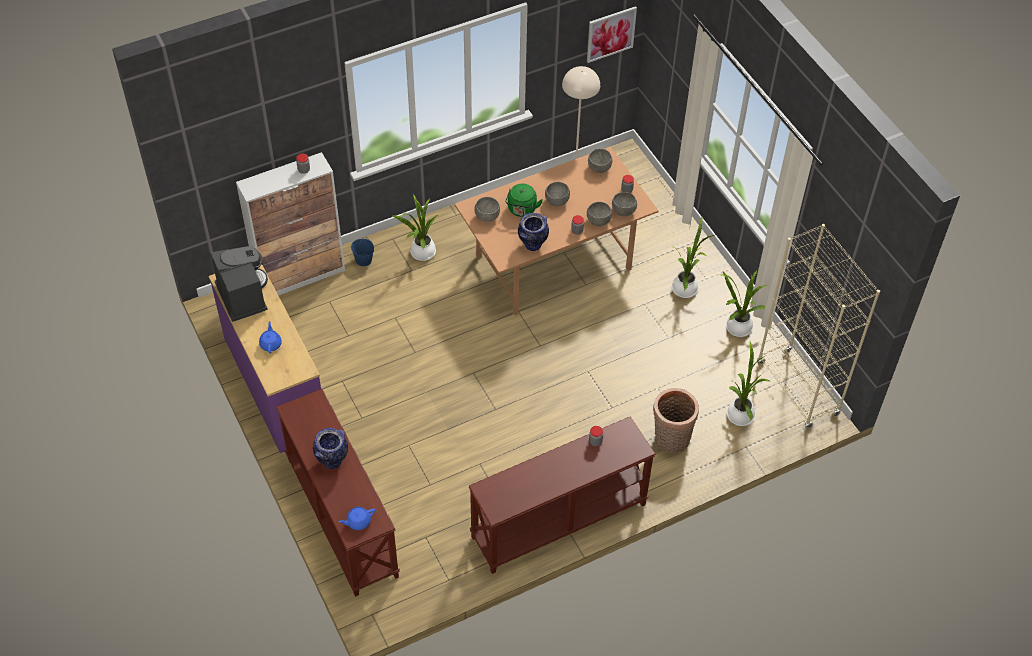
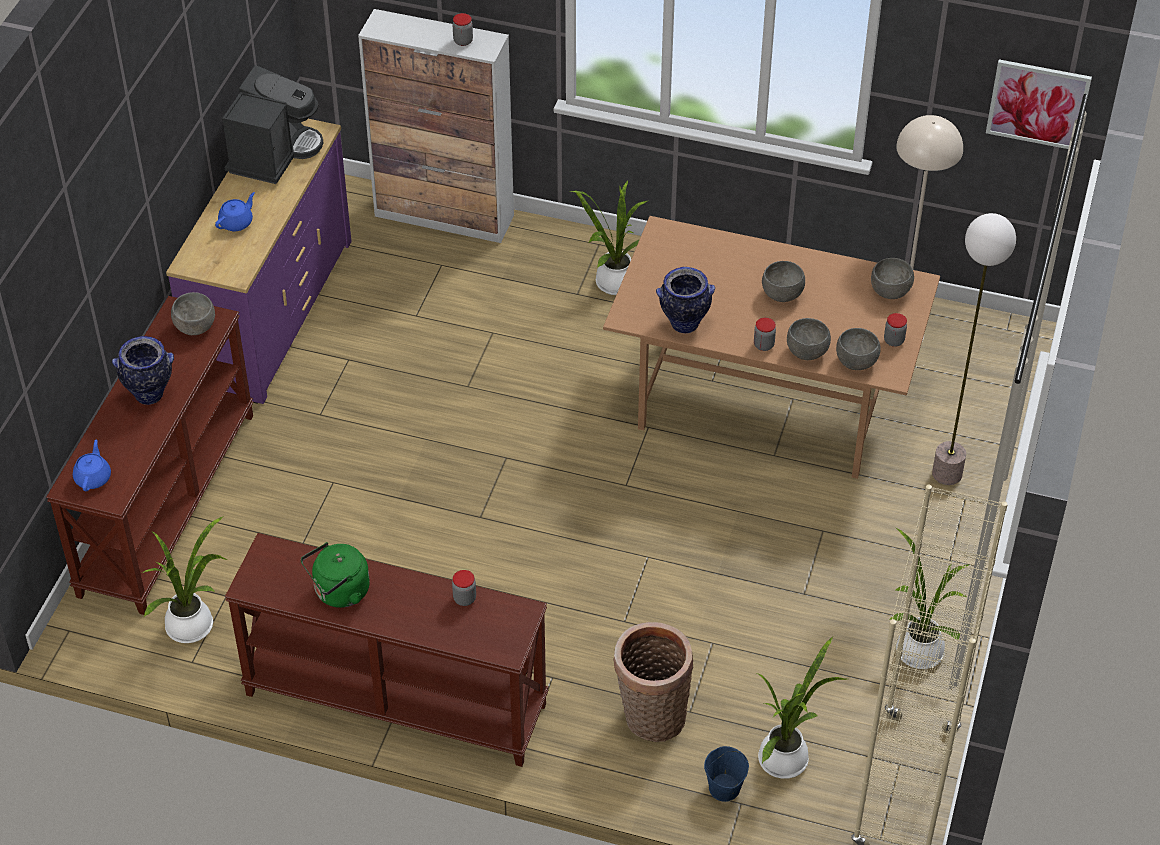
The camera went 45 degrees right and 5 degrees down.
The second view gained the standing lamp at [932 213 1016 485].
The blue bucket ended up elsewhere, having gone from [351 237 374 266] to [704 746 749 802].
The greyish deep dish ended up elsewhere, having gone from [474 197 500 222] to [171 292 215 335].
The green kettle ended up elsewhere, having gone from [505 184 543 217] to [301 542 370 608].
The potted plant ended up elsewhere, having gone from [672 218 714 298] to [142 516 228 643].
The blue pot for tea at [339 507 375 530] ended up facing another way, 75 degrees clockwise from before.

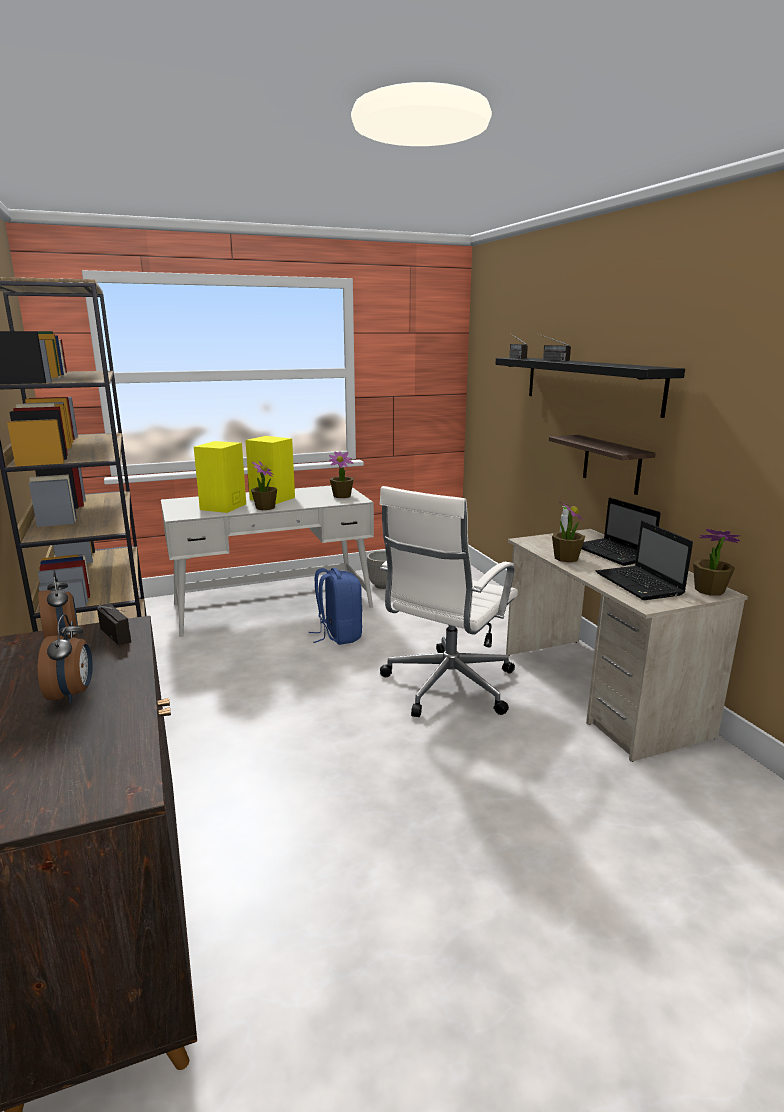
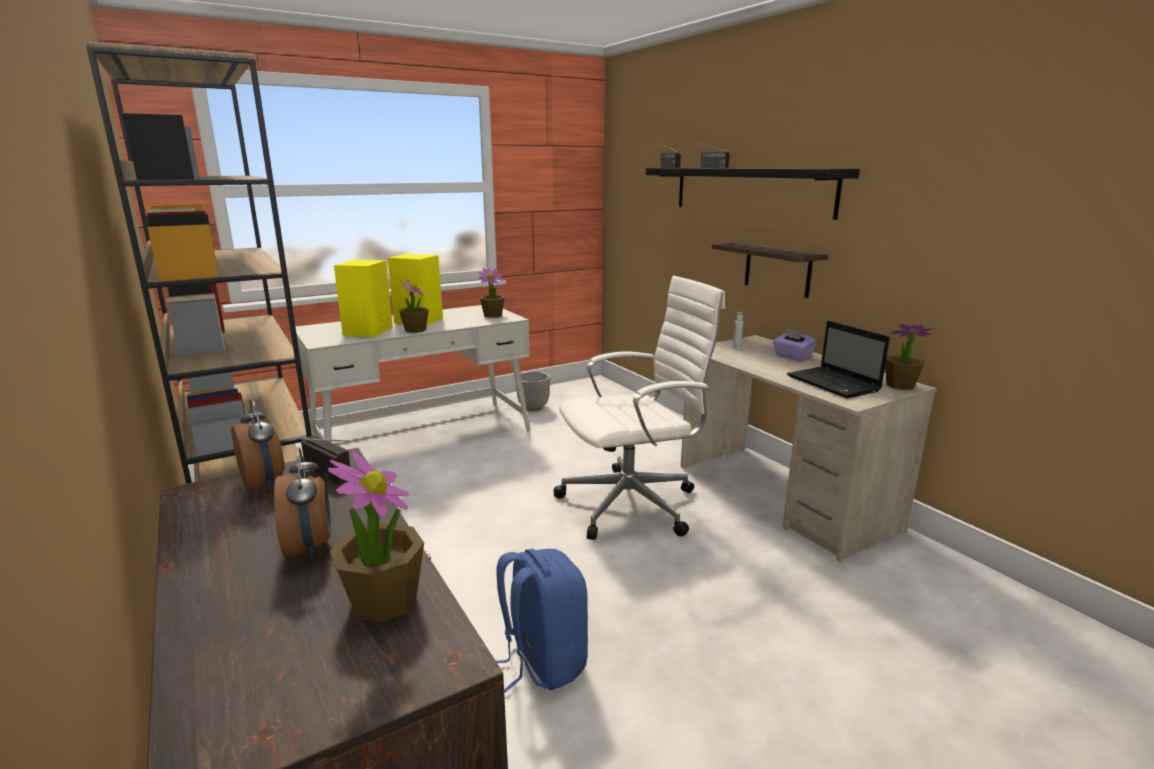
The camera went 10 degrees left and 0 degrees up.
The blue rucksack ended up elsewhere, having gone from [309 568 363 645] to [496 549 588 693].
The potted plant ended up elsewhere, having gone from [552 500 585 563] to [328 450 424 622].
Where the notebook computer stood at [582 498 661 566], the purple-coloured box of tissues came to stand at [773 328 817 361].
The white-coloured office chair at [379 486 518 717] ended up facing another way, 135 degrees counterclockwise from before.

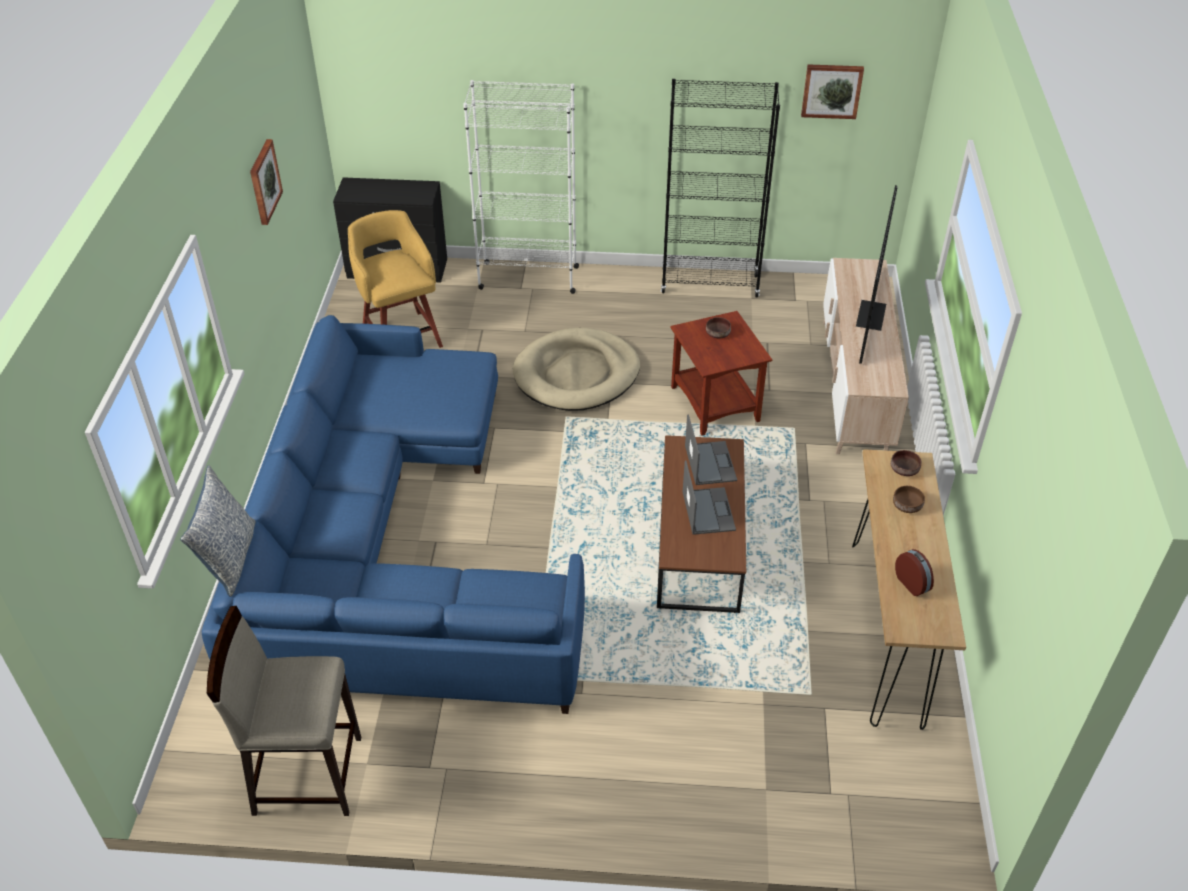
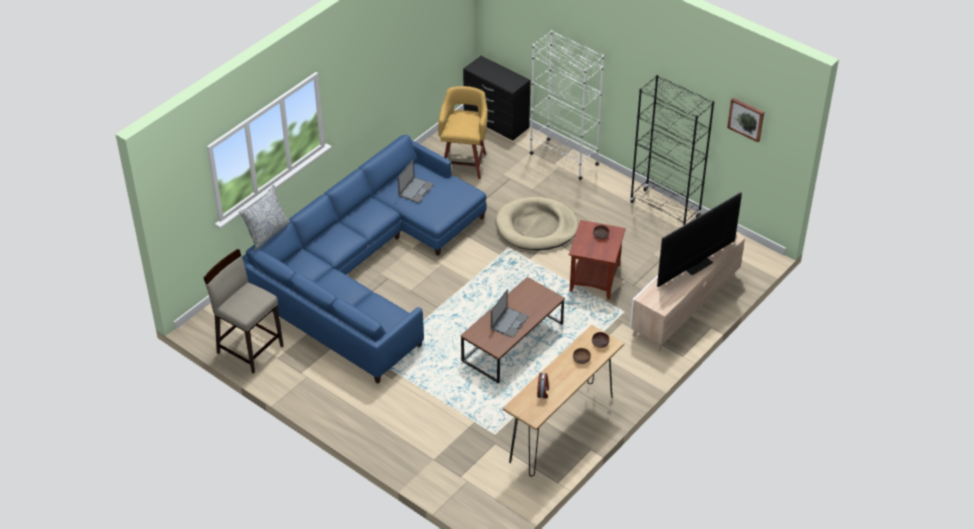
The camera went 35 degrees right and 0 degrees up.
The second view lost the picture at [250 139 283 225].
The notebook computer ended up elsewhere, having gone from [685 414 737 485] to [398 159 434 203].

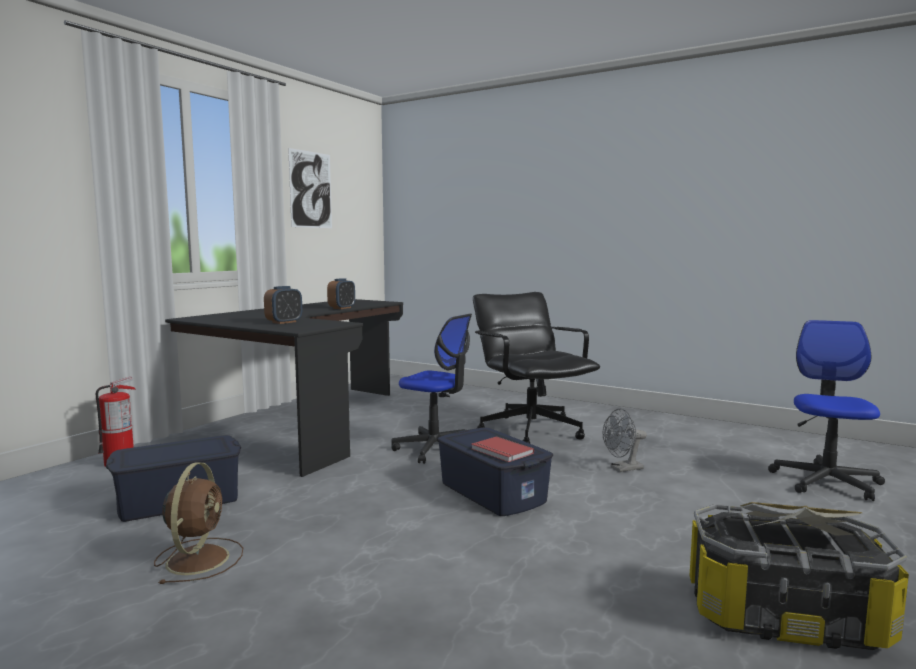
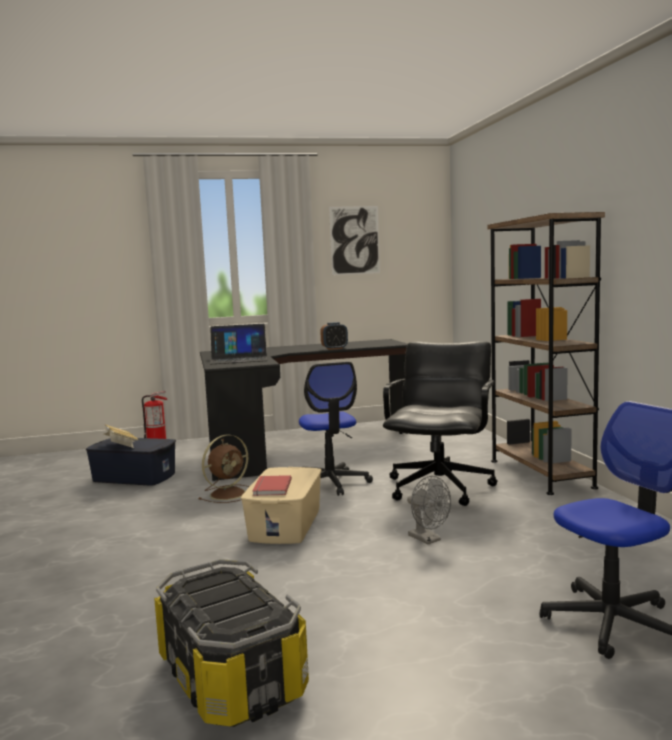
The camera went 45 degrees right and 0 degrees up.
The second view gained the brownish shelving unit at [488 212 605 495].
The brownish cooling fan ended up elsewhere, having gone from [154 462 243 584] to [198 435 250 503].
The bound book ended up elsewhere, having gone from [740 502 862 536] to [104 425 139 448].
Where the table clock stood at [264 286 302 324], the notebook computer came to stand at [209 324 267 364].
What was the blue storage container at [437 428 553 516] turned into the sand-coloured storage container at [241 467 322 544].
The greyish cooling fan at [603 409 647 472] ended up facing another way, 150 degrees counterclockwise from before.

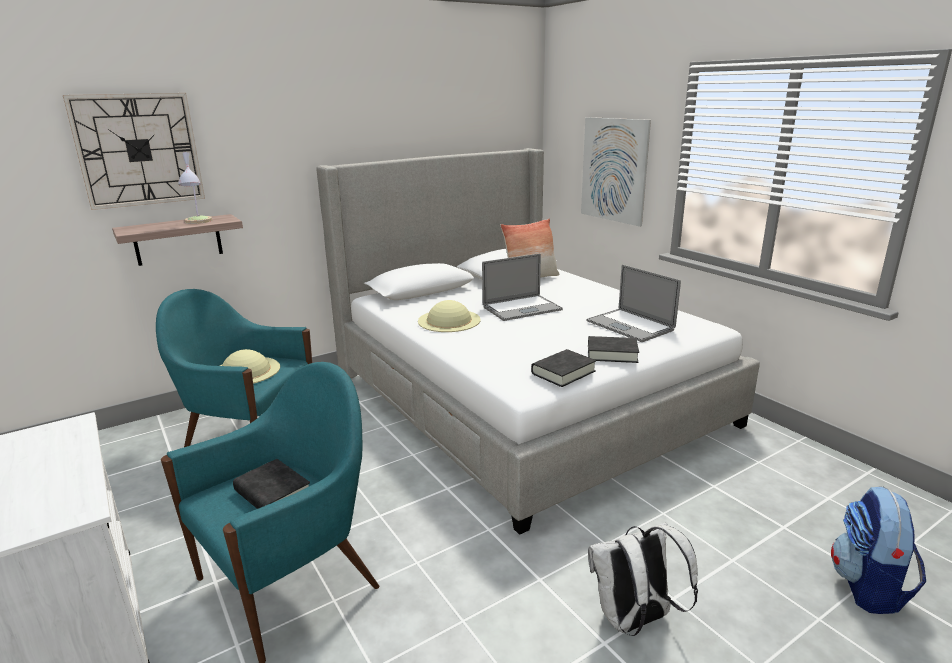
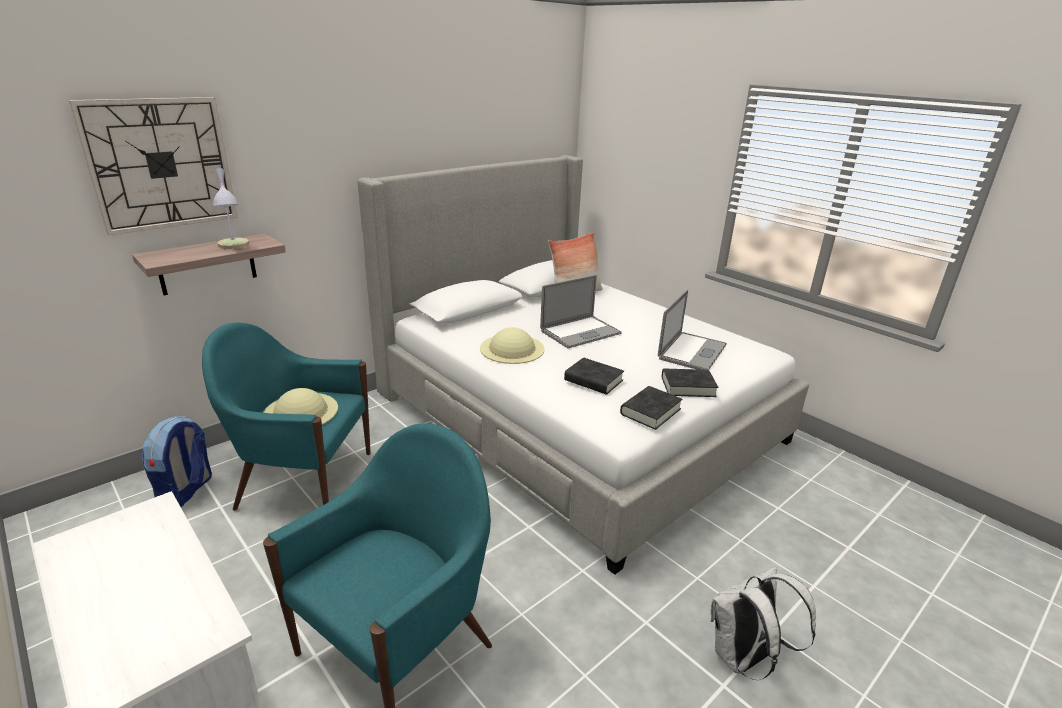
The camera went 10 degrees left and 5 degrees up.
The second view lost the picture at [581 117 651 227].
The blackish bound book ended up elsewhere, having gone from [233 459 310 509] to [564 357 624 395].
The rucksack ended up elsewhere, having gone from [831 487 926 614] to [141 416 212 507].
The notebook computer at [586 265 681 342] ended up facing another way, 105 degrees counterclockwise from before.

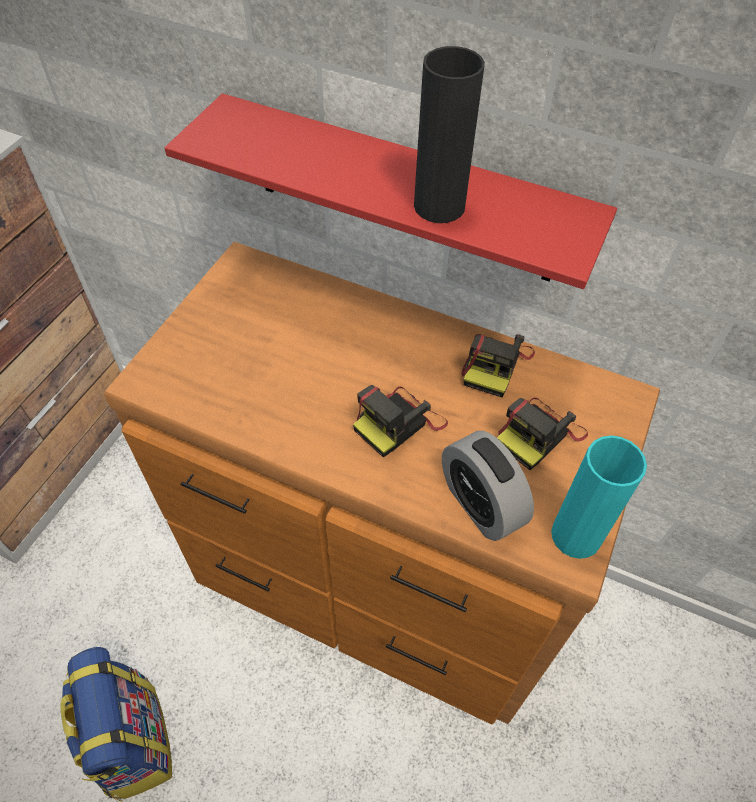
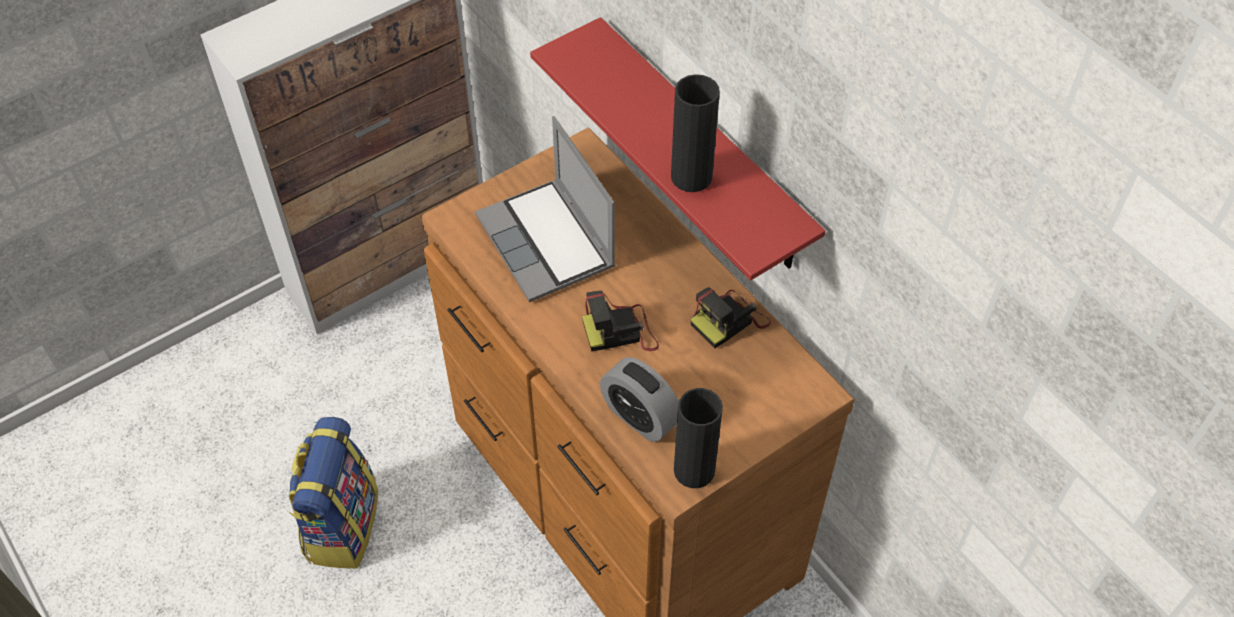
The camera went 30 degrees right and 0 degrees up.
The second view lost the still camera at [497 398 588 470].
The second view gained the notebook computer at [475 116 615 302].
What was the turquoise-coloured vase at [551 435 647 559] turned into the blackish vase at [674 388 723 488].
The table clock at [442 431 534 541] ended up facing another way, 45 degrees counterclockwise from before.

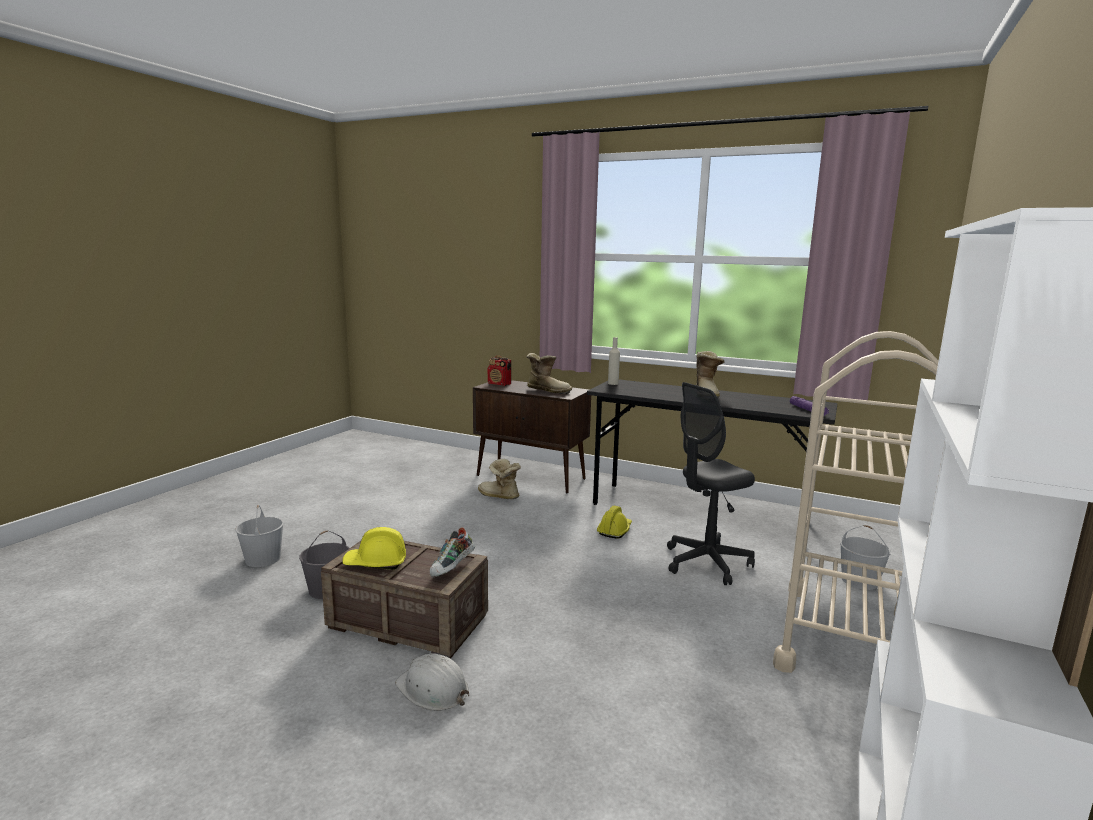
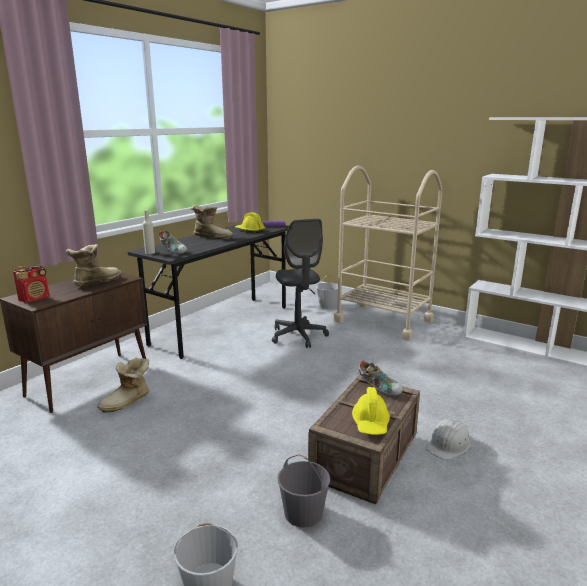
The camera went 80 degrees left and 5 degrees up.
The second view gained the item of footwear at [159 231 187 254].
The yellowish hard hat ended up elsewhere, having gone from [597 506 632 539] to [235 212 265 234].

